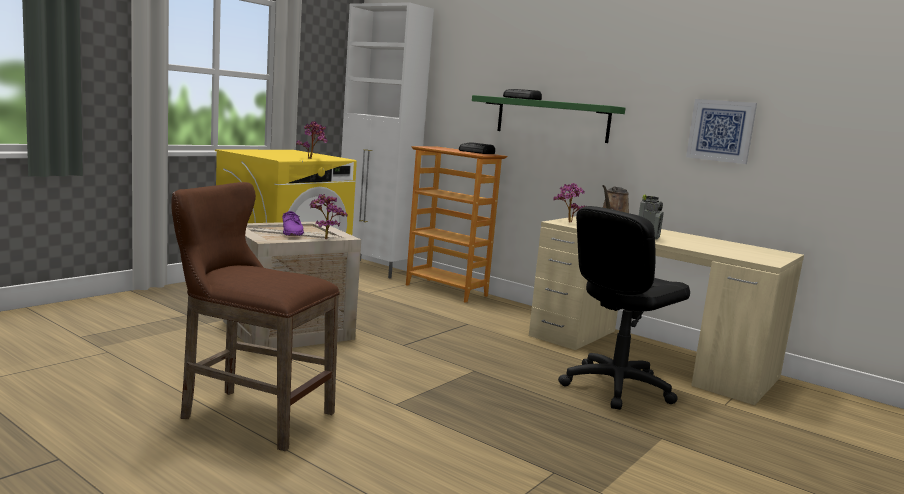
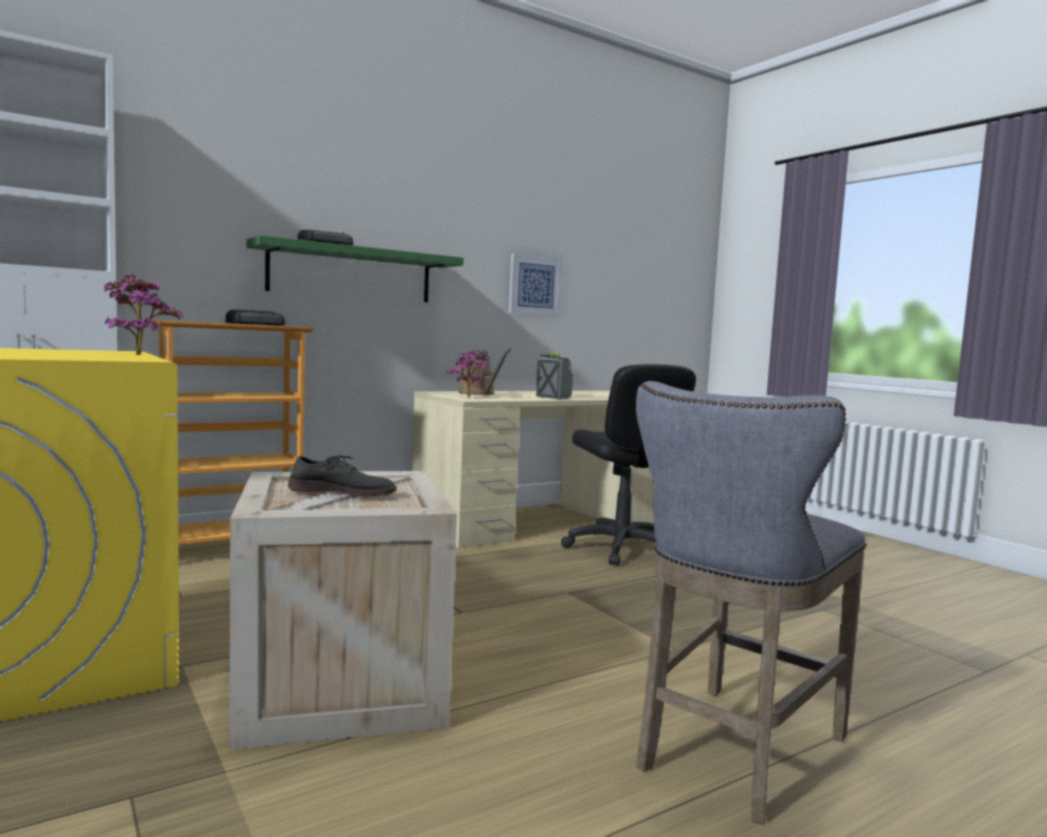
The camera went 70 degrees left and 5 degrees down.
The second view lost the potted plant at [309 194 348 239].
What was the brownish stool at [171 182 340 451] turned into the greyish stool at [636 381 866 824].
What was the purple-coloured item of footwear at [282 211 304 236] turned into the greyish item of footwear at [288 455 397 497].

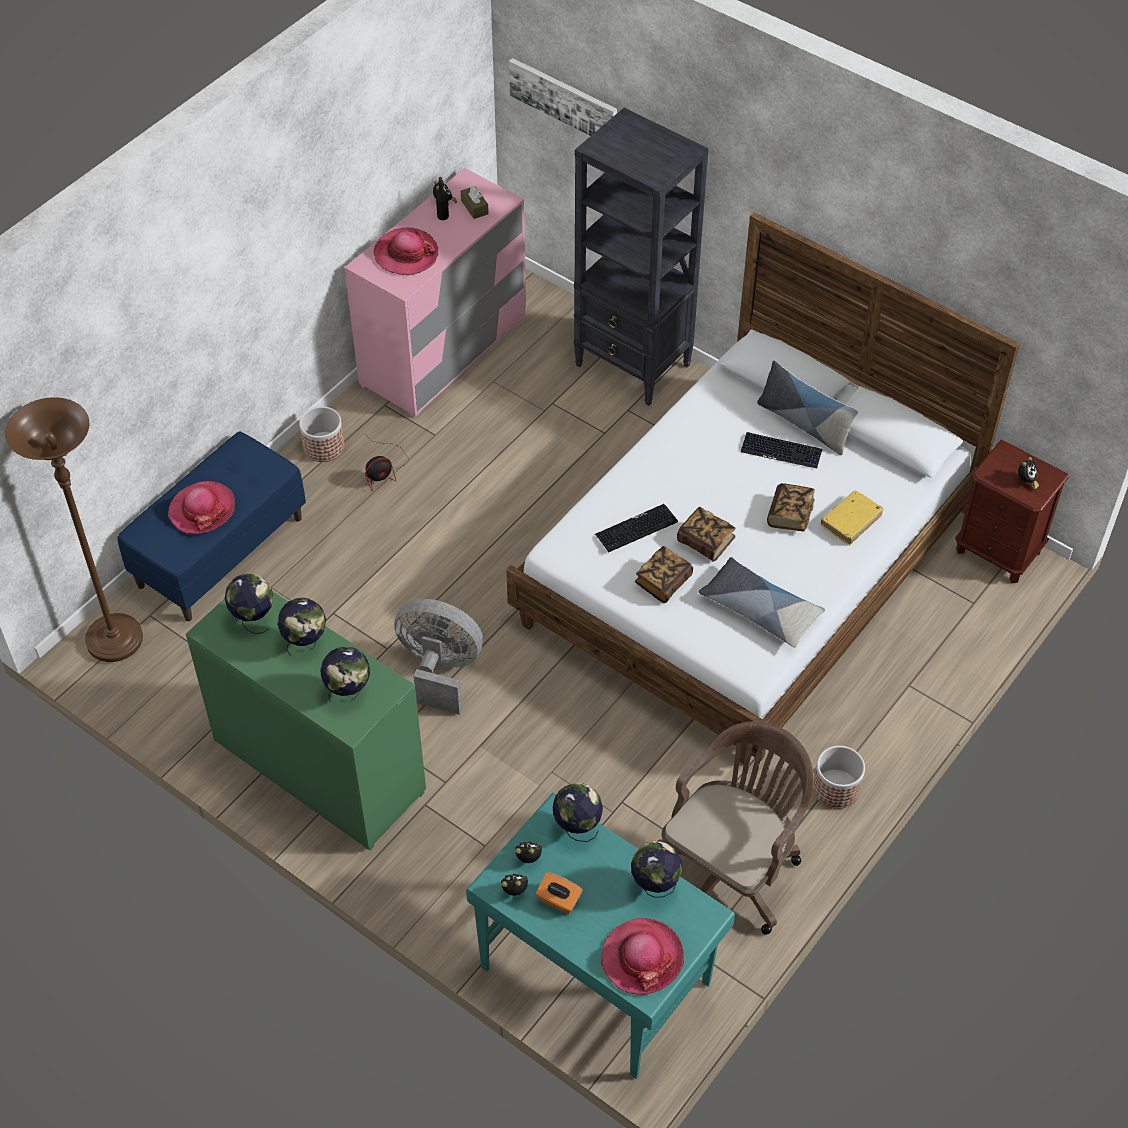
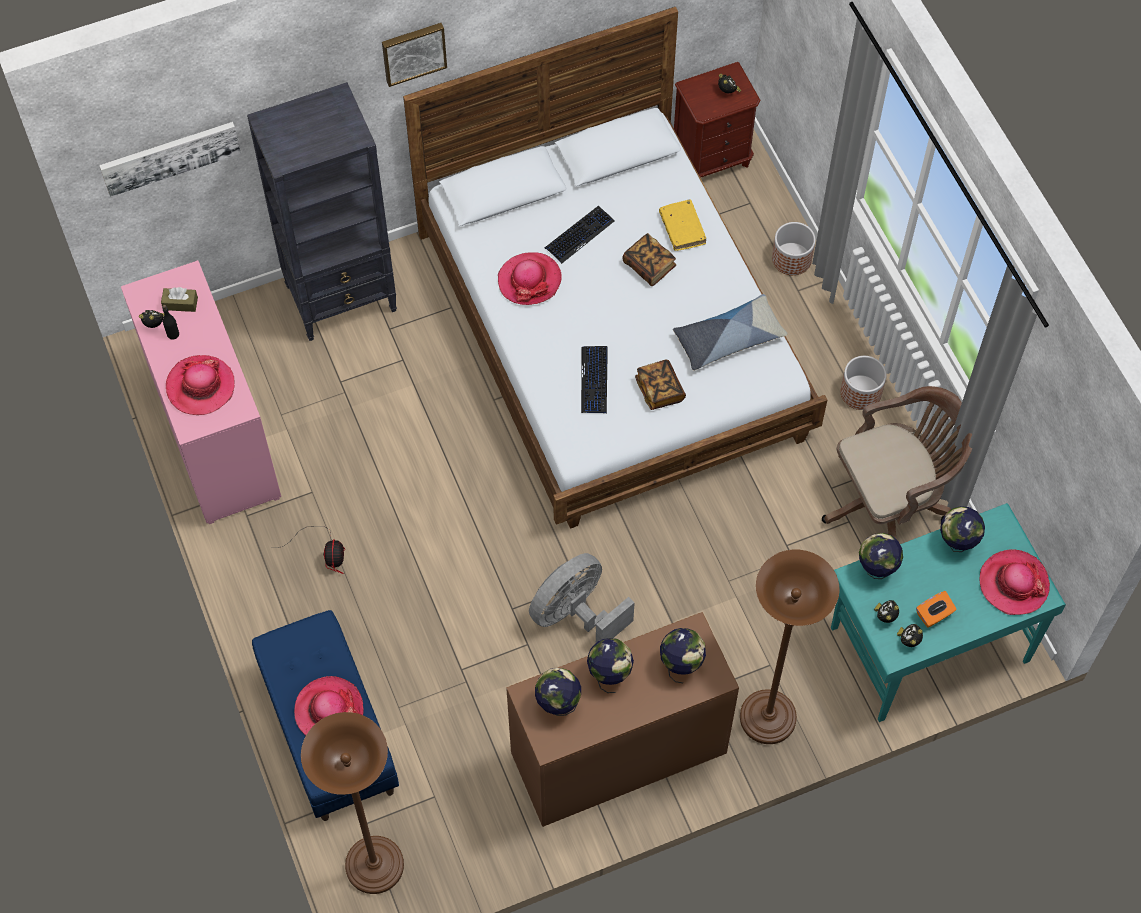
The camera went 60 degrees left and 10 degrees up.
The second view lost the bound book at [677 507 736 562].
The second view lost the cushion at [757 360 858 455].
The second view gained the picture at [382 23 447 87].
The second view gained the hat at [498 252 562 305].
The second view gained the brownish standing lamp at [740 550 840 744].
The planter ended up elsewhere, having gone from [299 406 344 462] to [772 222 816 275].
What was the green chest of drawers at [186 591 426 850] turned into the brownish chest of drawers at [506 612 739 827].
The brownish office chair at [658 721 814 935] ended up facing another way, 90 degrees clockwise from before.

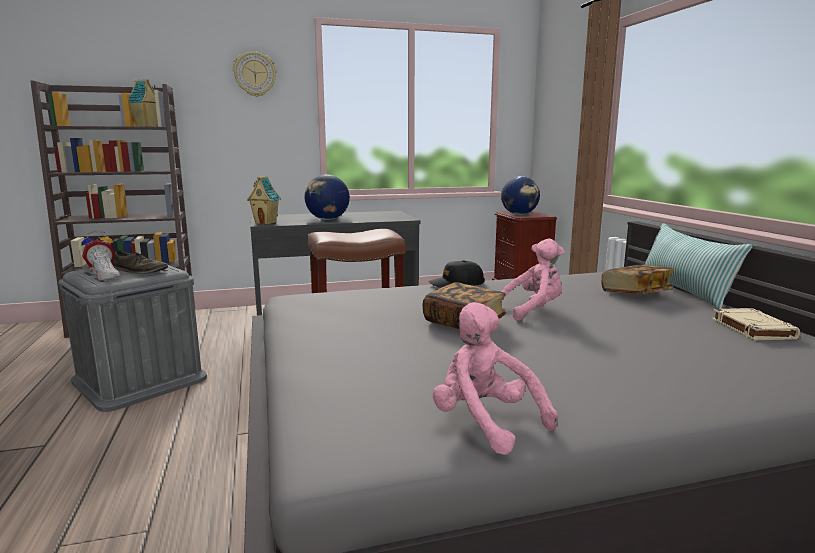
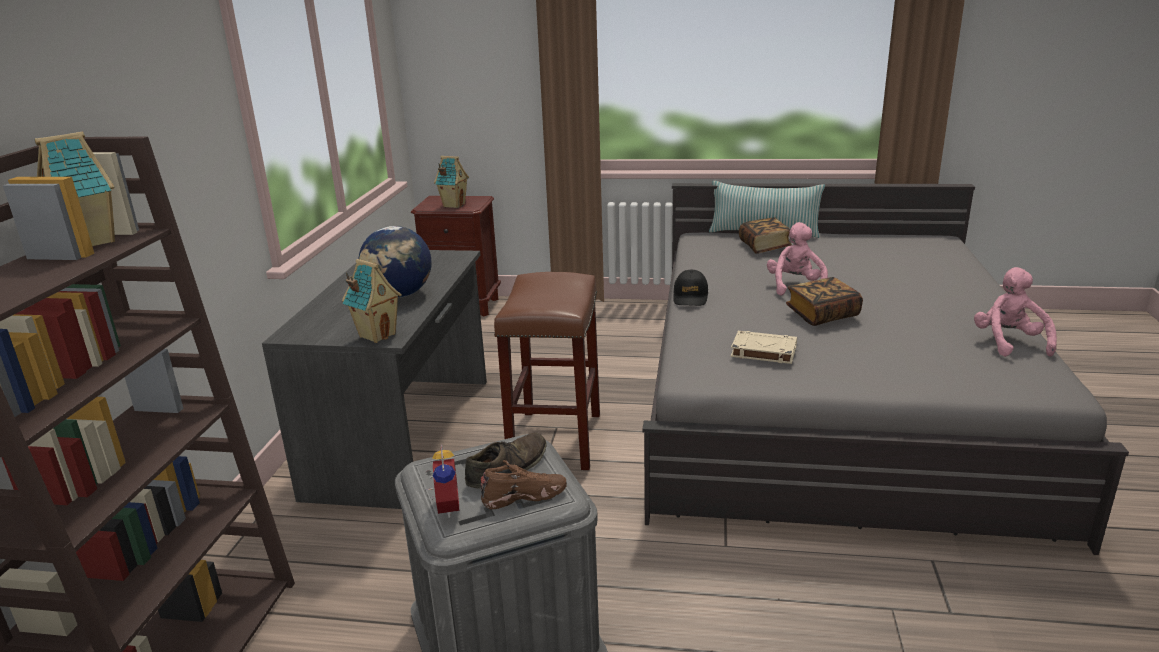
The camera went 65 degrees left and 10 degrees up.
The second view lost the clock on the wall at [233 51 277 97].
The sand-coloured bound book ended up elsewhere, having gone from [712 308 800 340] to [731 331 797 364].
Where the globe stood at [501 176 540 215], the toy house came to stand at [434 156 469 208].
What was the white-coloured item of footwear at [92 250 120 280] turned into the brownish item of footwear at [480 460 567 509].
The pink soft toy at [433 302 558 455] ended up facing another way, 105 degrees clockwise from before.

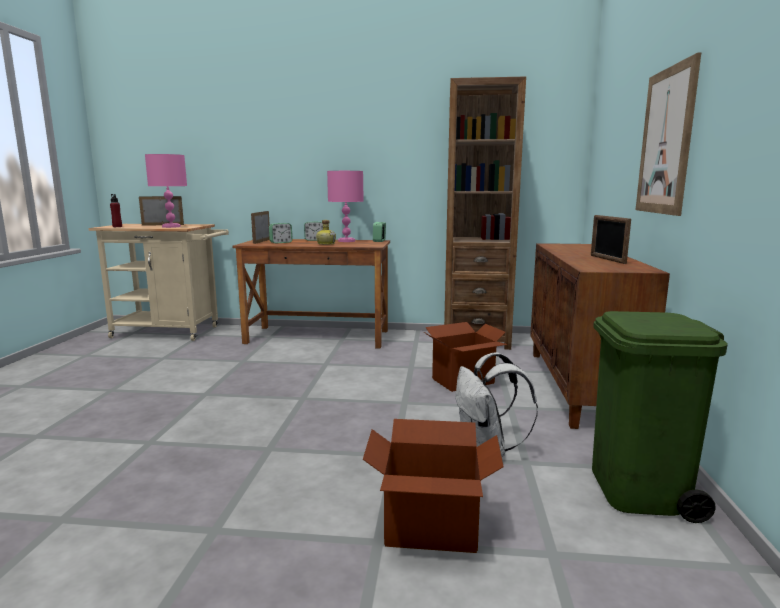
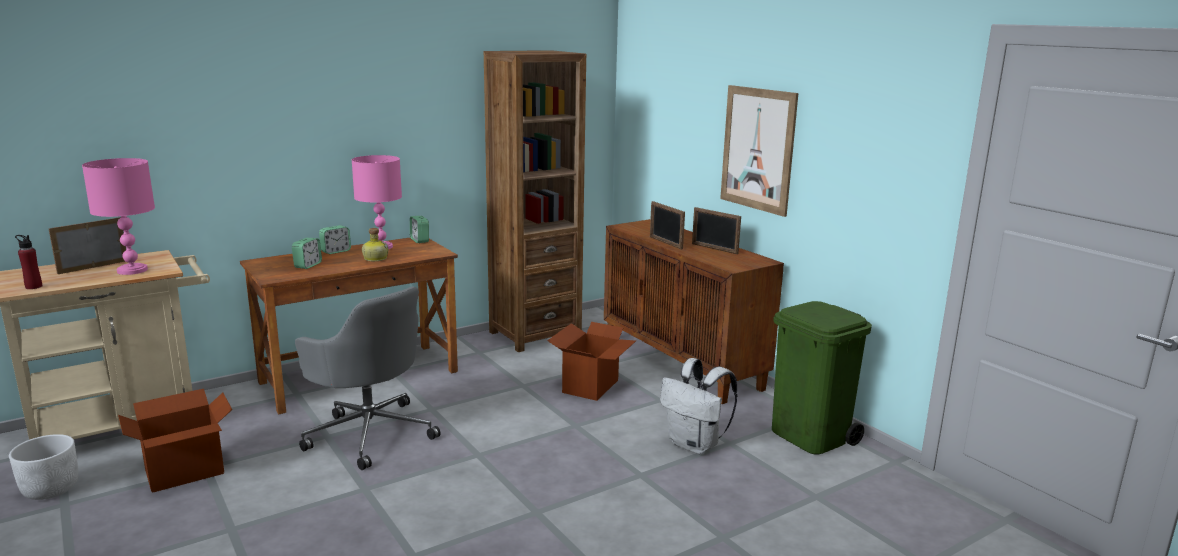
The camera went 40 degrees left and 5 degrees up.
The second view gained the white-coloured planter at [9 434 78 500].
The second view gained the greyish office chair at [295 287 441 470].
The standing frame ended up elsewhere, having gone from [251 211 270 244] to [650 201 685 250].
The cardboard box ended up elsewhere, having gone from [363 419 504 553] to [118 389 232 493].

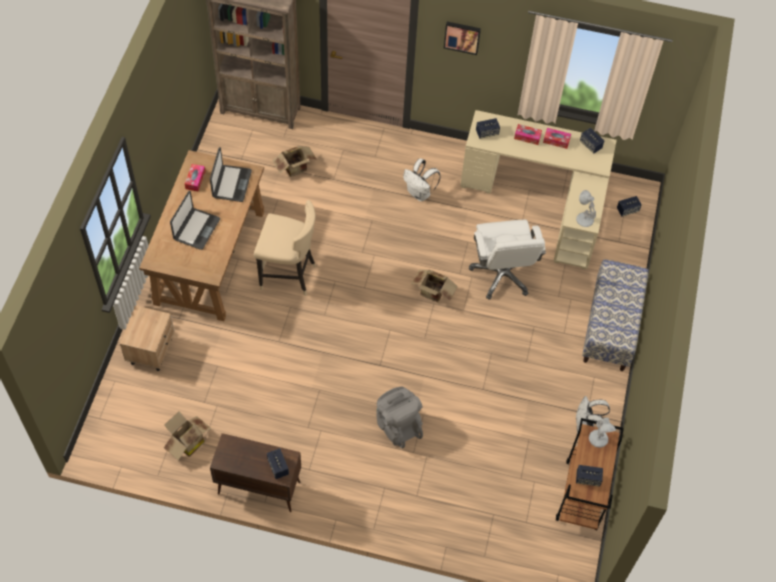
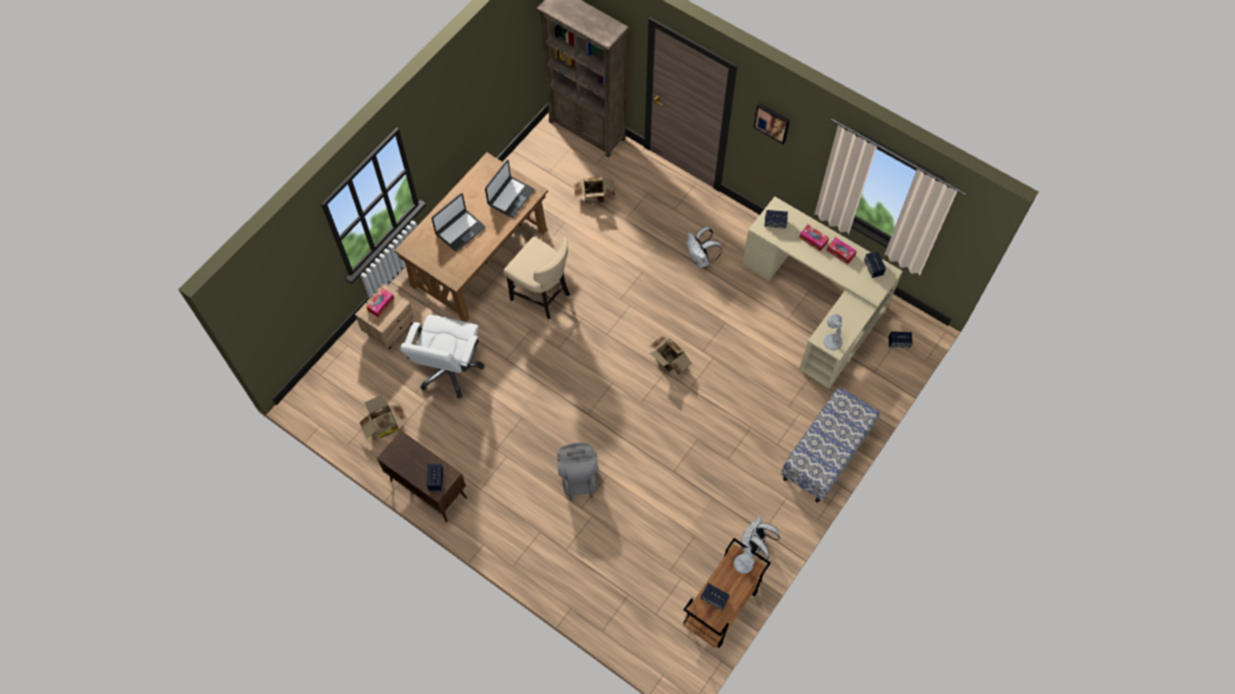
The camera went 25 degrees right and 5 degrees up.
The box of tissues ended up elsewhere, having gone from [185 164 206 191] to [366 288 394 317].
The white-coloured office chair ended up elsewhere, having gone from [469 220 546 300] to [400 315 484 399].

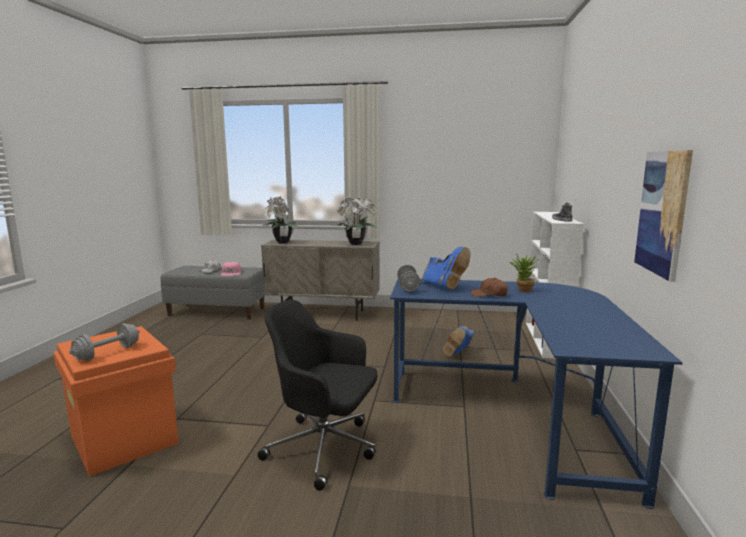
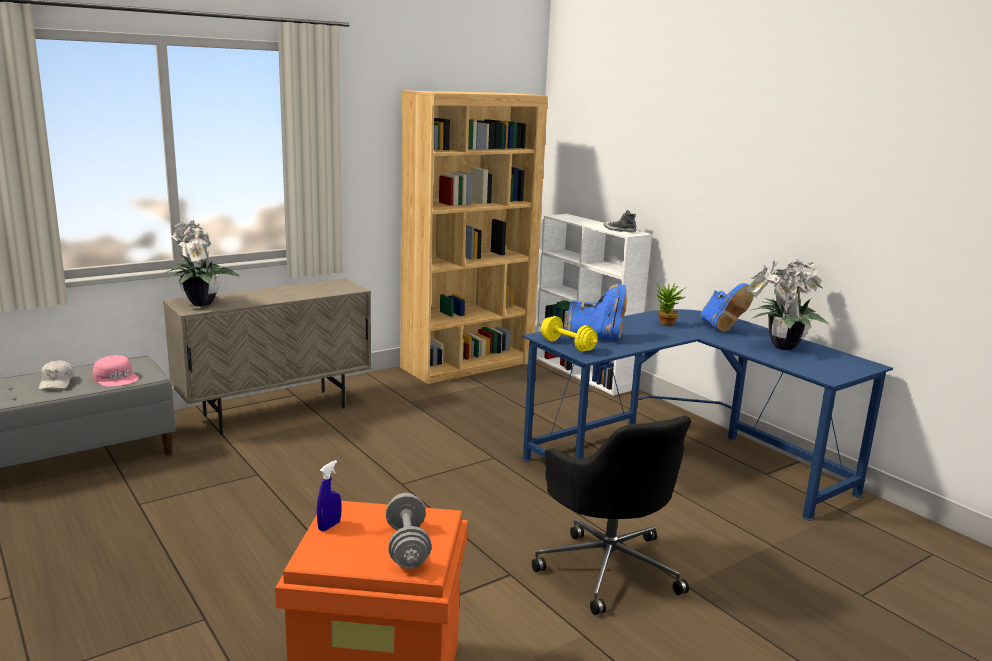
The camera went 45 degrees left and 5 degrees up.
The second view lost the brownish baseball cap at [470 278 508 297].
The second view lost the picture at [634 150 693 282].
The second view gained the blue hand sprayer at [317 460 341 531].
The second view gained the brownish shelving unit at [400 90 548 384].
The potted plant ended up elsewhere, having gone from [336 196 378 245] to [747 260 829 350].
The blue high-top boot ended up elsewhere, having gone from [443 326 474 356] to [700 283 754 332].
What was the greyish hand weight at [397 265 420 292] turned into the yellowish hand weight at [541 316 598 352].
The blackish office chair at [257 300 377 491] ended up facing another way, 90 degrees counterclockwise from before.

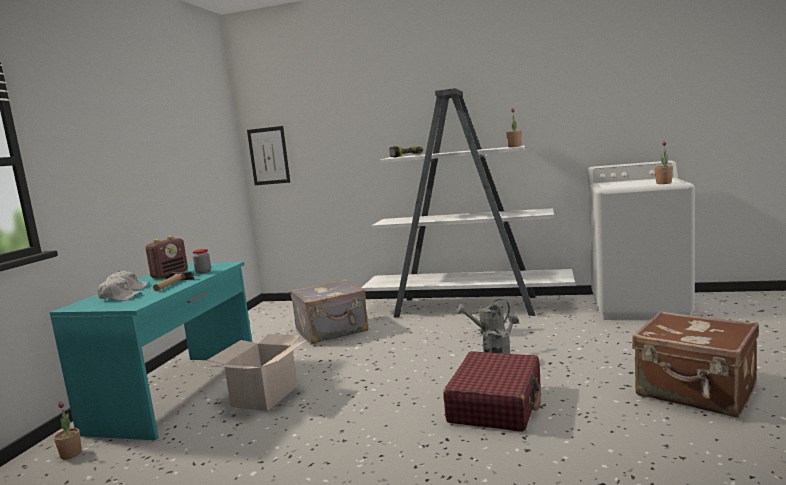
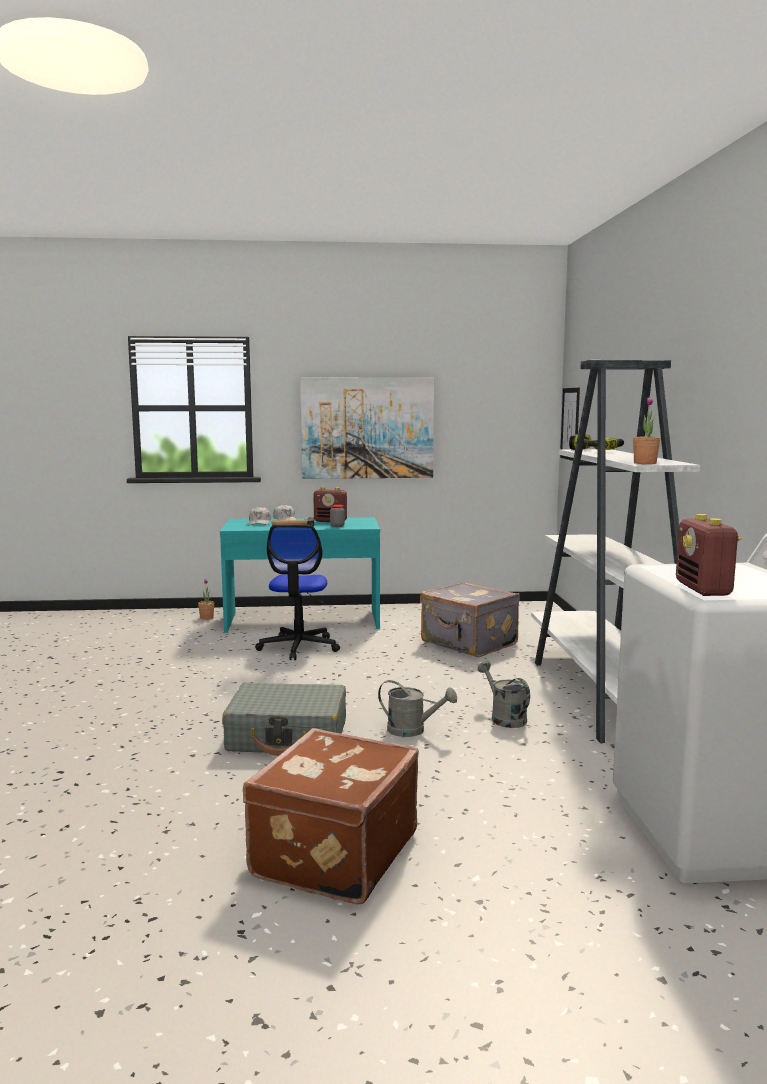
The camera went 70 degrees right and 0 degrees up.
The second view gained the picture at [300 378 434 479].
Where the cardboard box stood at [207 334 307 411], the office chair came to stand at [255 525 340 660].
Where the potted plant stood at [655 141 673 184], the radio came to stand at [676 514 742 596].
What was the red-coloured suitcase at [443 351 541 432] turned into the greyish suitcase at [222 682 346 756].

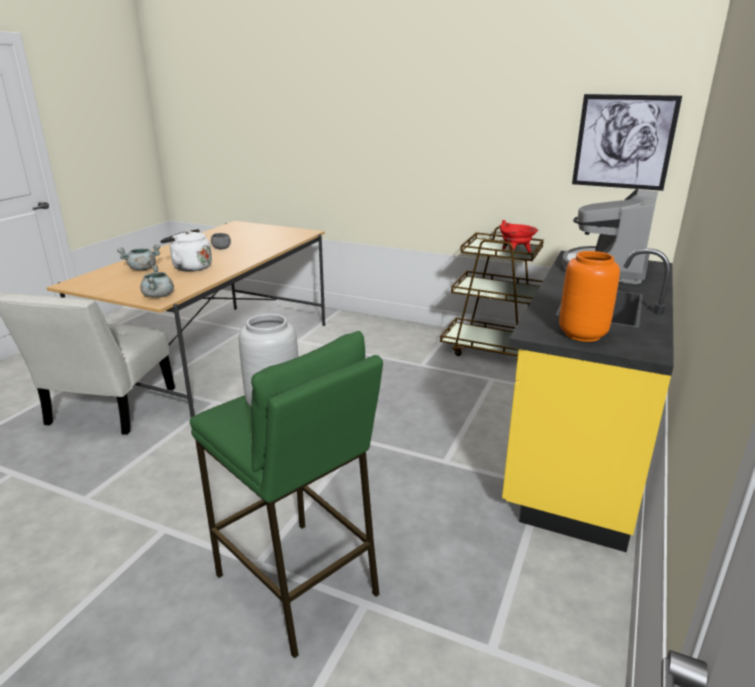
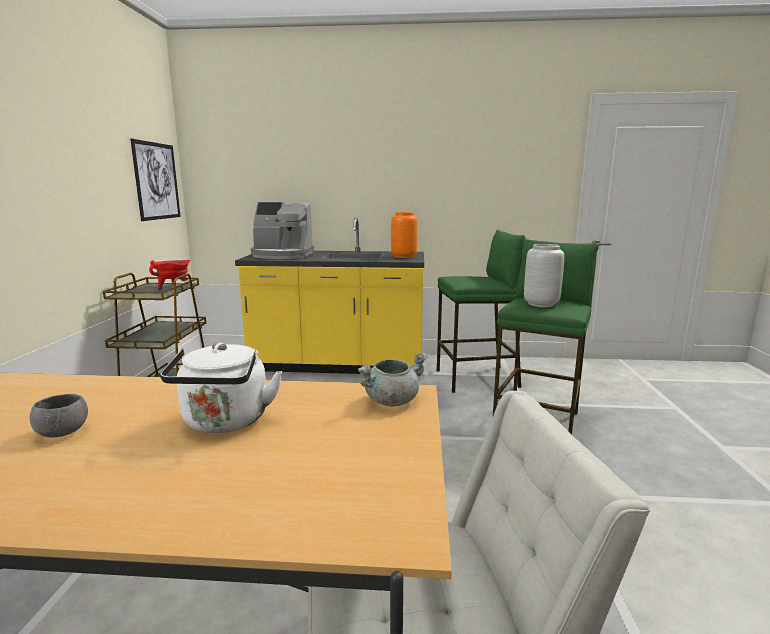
The camera went 110 degrees left and 10 degrees down.
The second view lost the greyish cooking pot at [117 244 160 271].
The second view gained the green stool at [437 230 526 393].

